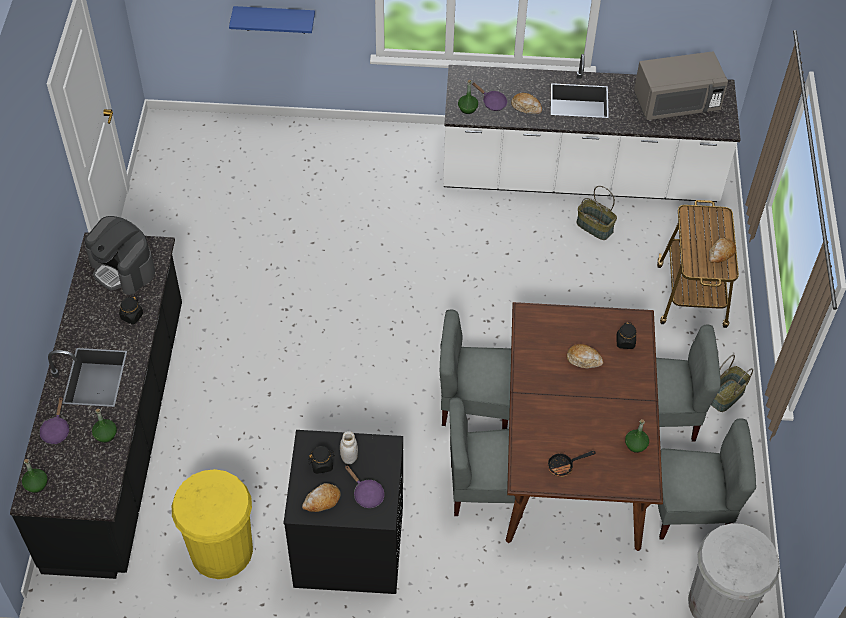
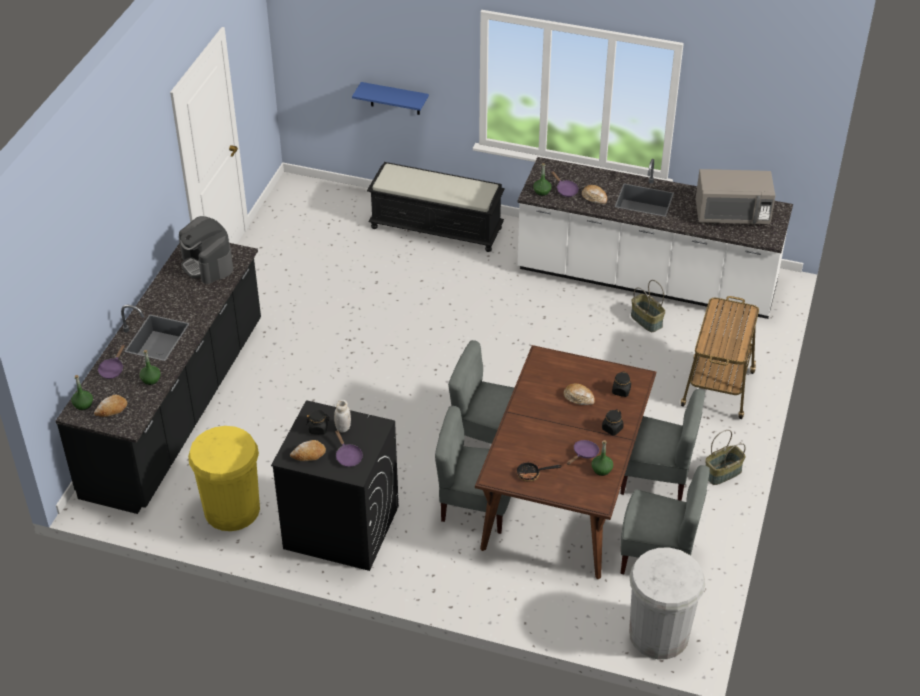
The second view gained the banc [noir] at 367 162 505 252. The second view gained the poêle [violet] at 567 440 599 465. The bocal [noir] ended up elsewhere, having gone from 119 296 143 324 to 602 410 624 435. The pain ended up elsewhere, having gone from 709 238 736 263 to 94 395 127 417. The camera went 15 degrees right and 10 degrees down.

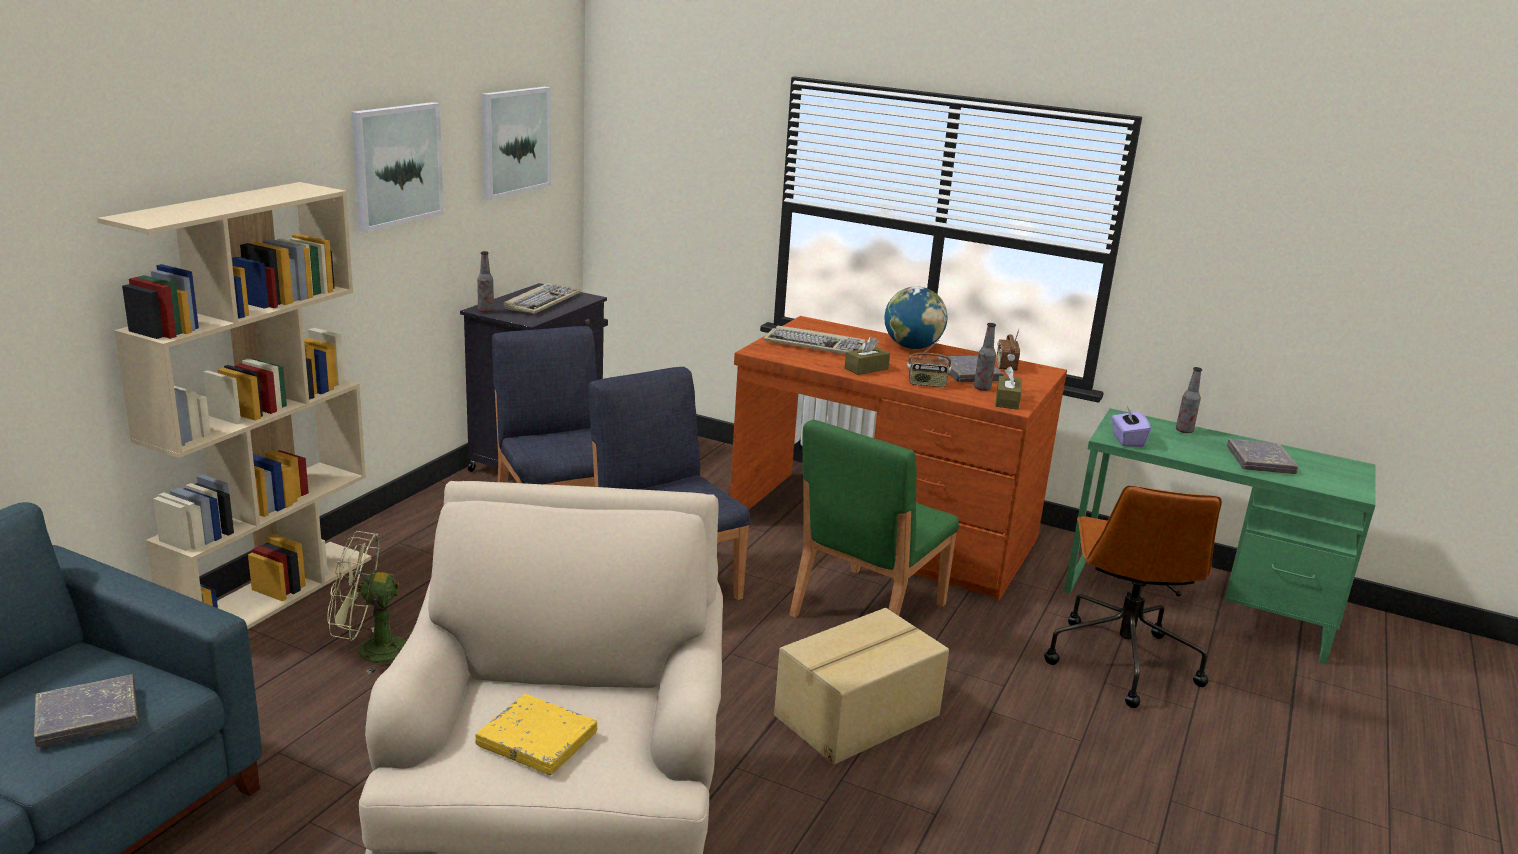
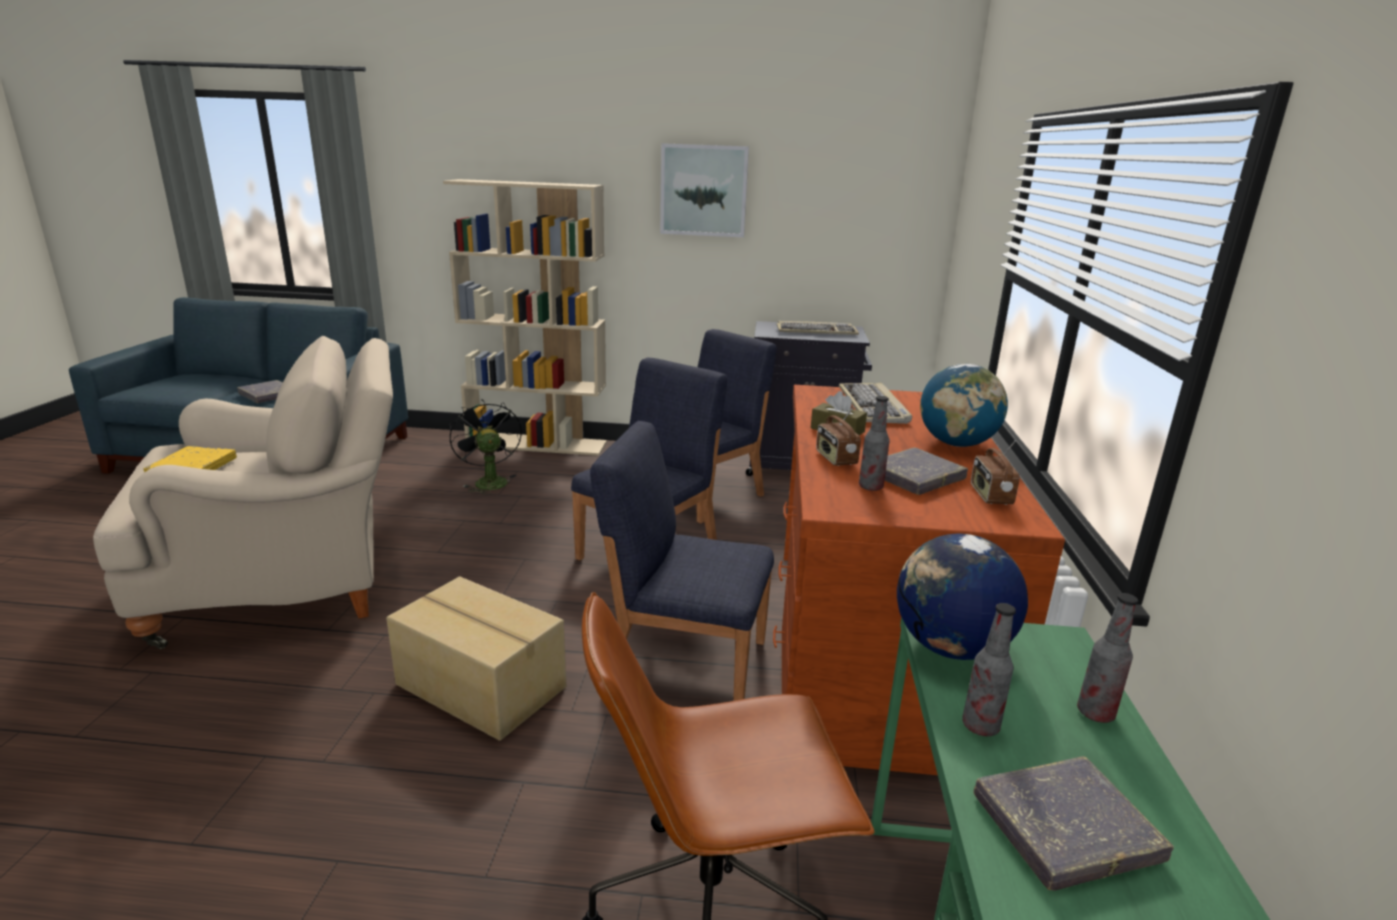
The second view lost the tableau at 481 87 551 200. The second view lost the boîte à mouchoirs [marron] at 995 366 1022 410. The bouteille ended up elsewhere, having gone from 477 251 494 313 to 962 603 1016 736. Where the boîte à mouchoirs [violet] stood at 1112 406 1151 447, the globe came to stand at 897 534 1028 660. What was the ventilateur [vert] at 327 531 406 674 turned into the ventilateur [noir] at 449 399 522 495. What was the chaise [vert] at 789 420 959 618 turned into the chaise [bleu] at 590 421 774 701. The radio at 996 328 1020 371 ended up facing another way, 75 degrees counterclockwise from before. The camera went 70 degrees right and 0 degrees up.

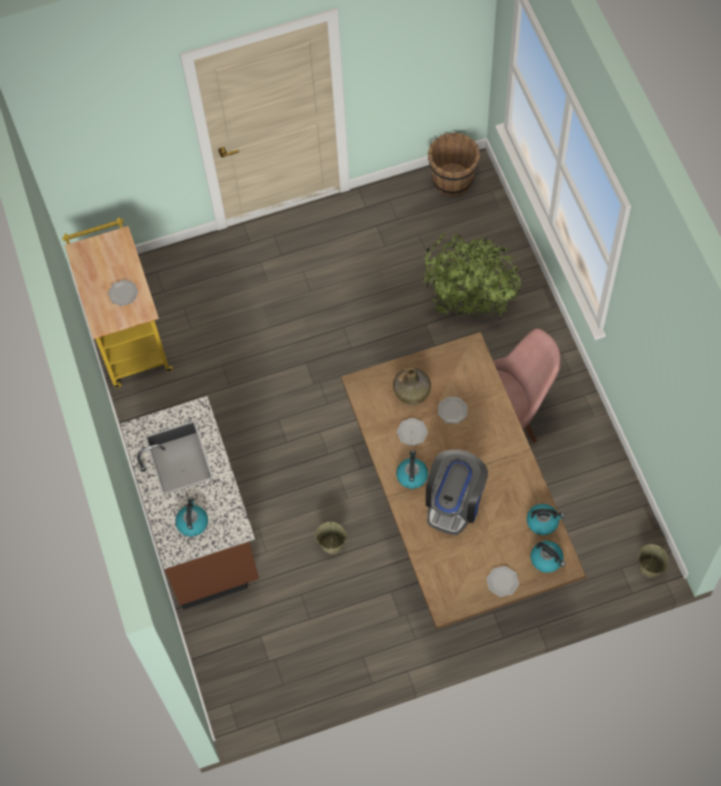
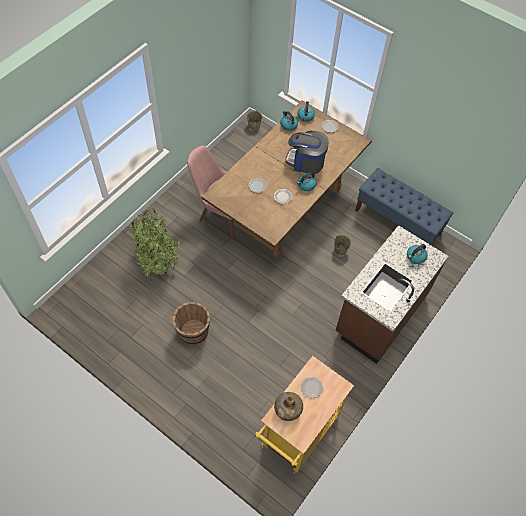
The second view gained the banc [bleu] at 355 168 453 245. The bouteille [vert] ended up elsewhere, having gone from 393 367 431 405 to 274 392 303 421. The seau [marron] ended up elsewhere, having gone from 428 132 480 196 to 172 302 210 345. The machine à café at 426 450 488 535 ended up facing another way, 150 degrees counterclockwise from before. The camera went 130 degrees left and 5 degrees down.

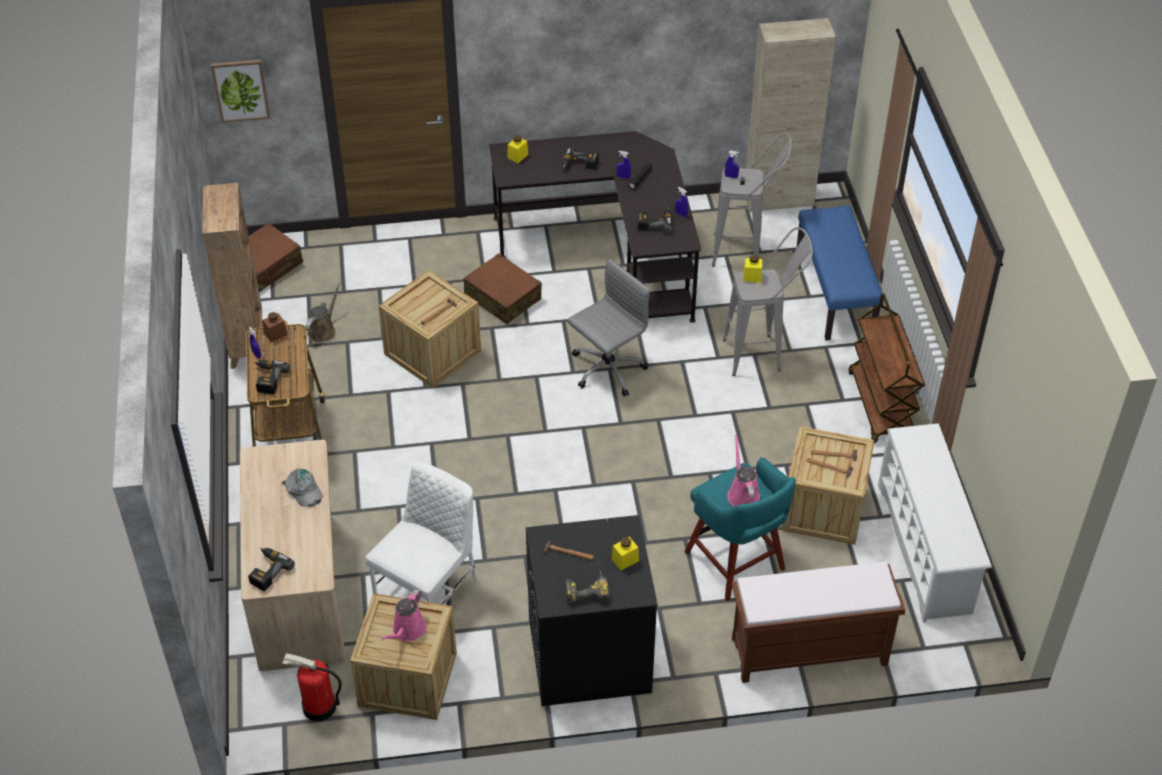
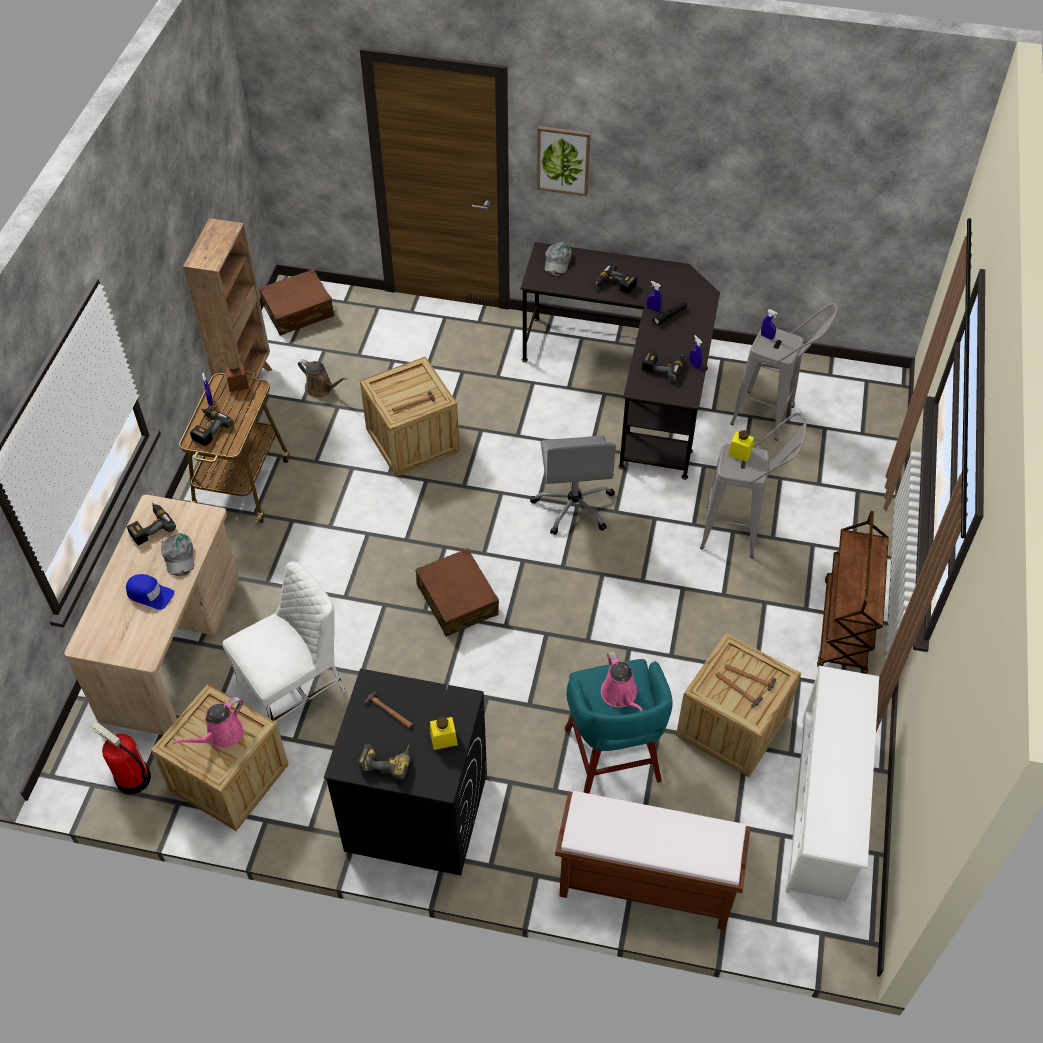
The second view lost the meuble de rangement [beige] at 746 18 836 213. The second view lost the banc [bleu] at 797 205 884 340. The second view gained the casquette [bleu] at 126 574 174 610. The tableau ended up elsewhere, having gone from 211 60 270 123 to 537 126 591 196. The perceuse ended up elsewhere, having gone from 248 548 295 591 to 127 503 176 546. The valise [marron] ended up elsewhere, having gone from 464 253 542 324 to 415 548 499 637. Where the bocal [jaune] stood at 507 135 528 163, the casquette [gris] came to stand at 544 242 572 276. The arrosoir [marron] at 305 282 341 342 ended up facing another way, 75 degrees clockwise from before. The chaise de bureau [gris] at 567 258 650 397 ended up facing another way, 105 degrees clockwise from before. The arrosoir [rose] at 727 435 760 506 ended up facing another way, 150 degrees clockwise from before. The camera went 20 degrees right and 5 degrees up.

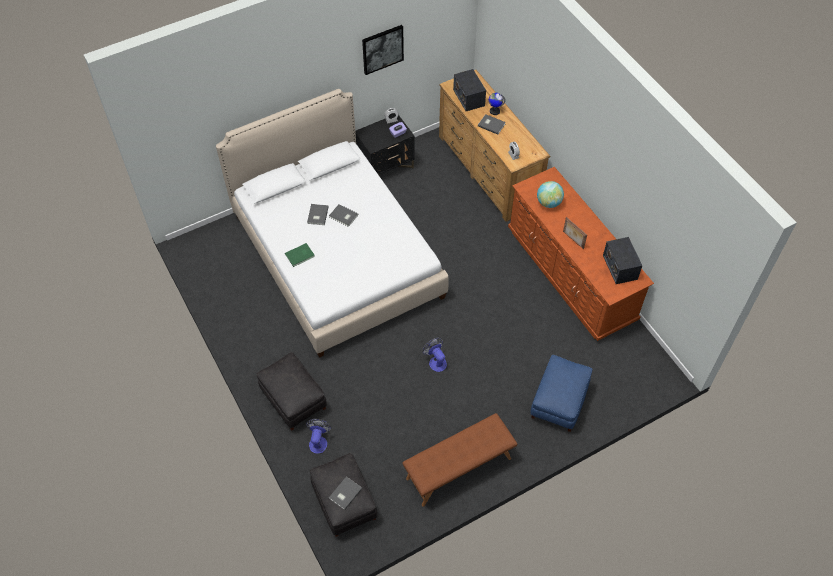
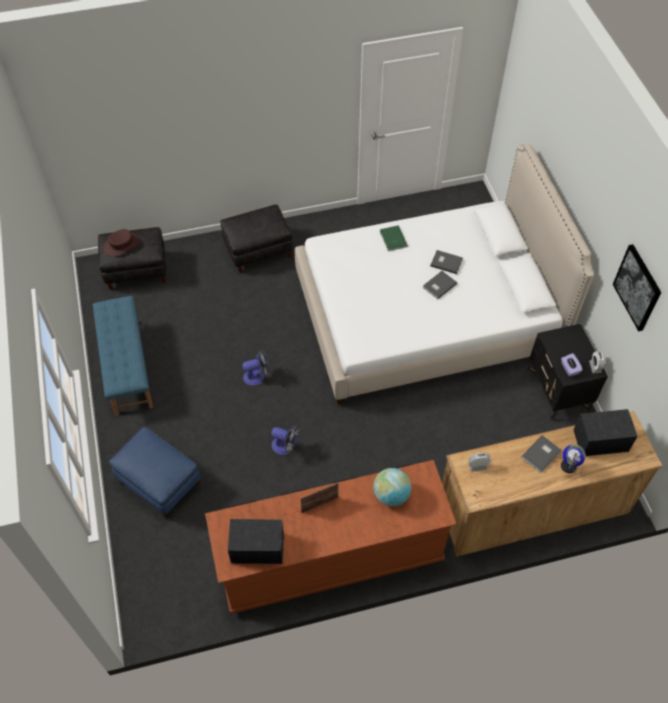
The ventilateur ended up elsewhere, having gone from 306 419 331 454 to 271 425 300 455. Where the livre [gris] stood at 329 477 362 510, the chapeau [marron] came to stand at 104 229 140 257. What was the banc [marron] at 403 413 517 507 turned into the banc [bleu] at 93 296 153 416. The camera went 105 degrees right and 0 degrees up.

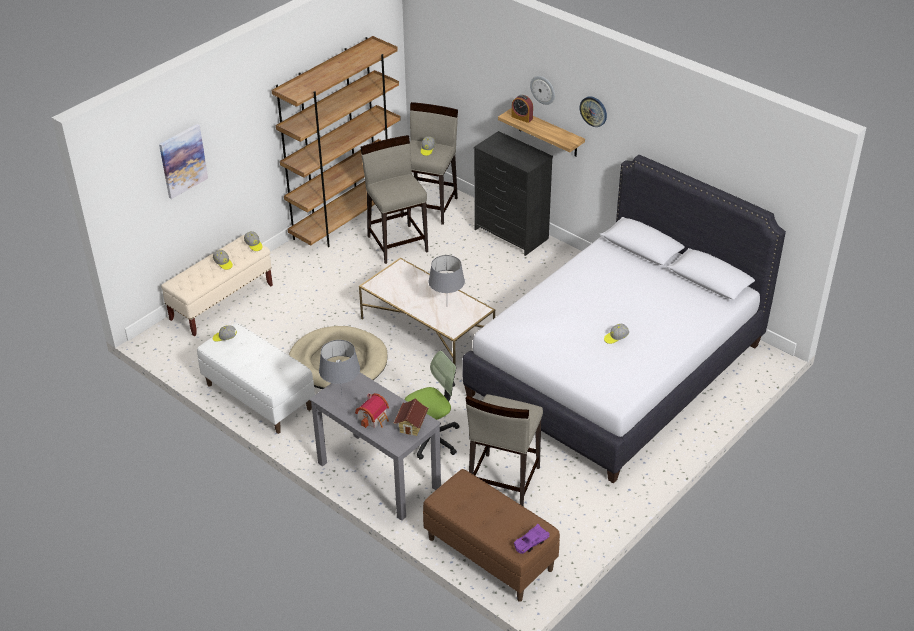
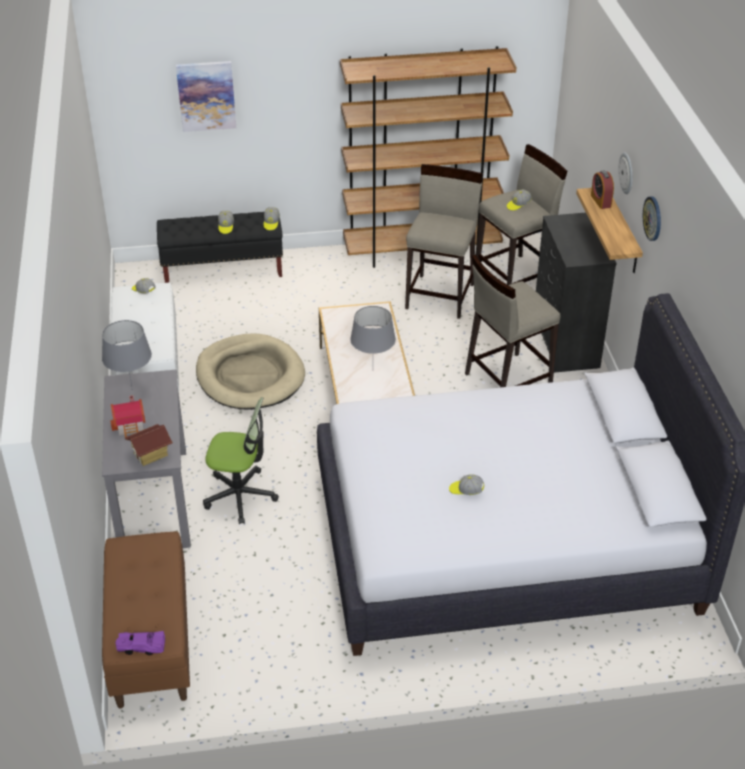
The tabouret [beige] ended up elsewhere, having gone from 465 394 543 506 to 465 254 560 387. What was the banc [beige] at 161 235 273 336 turned into the banc [noir] at 157 212 283 283. The camera went 40 degrees right and 0 degrees up.

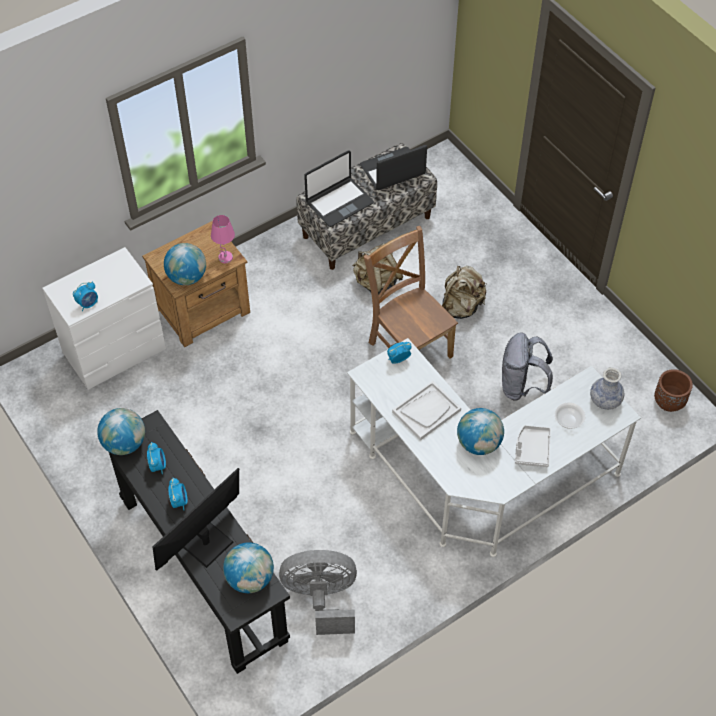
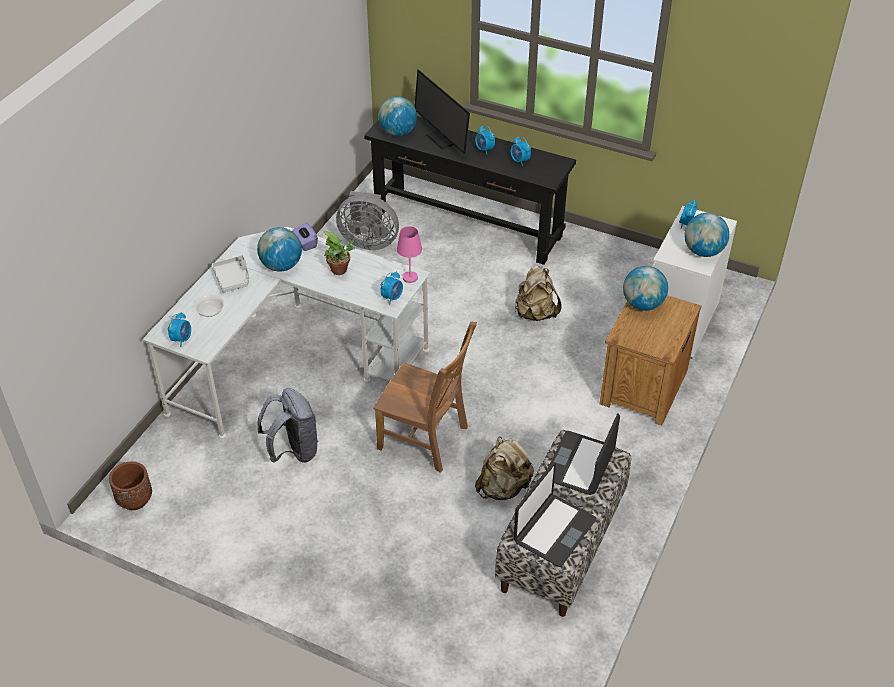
The second view gained the boîte à mouchoirs [violet] at 292 223 318 251. The globe ended up elsewhere, having gone from 97 408 145 455 to 684 213 729 257. The lampe de table [rose] ended up elsewhere, having gone from 211 215 235 263 to 397 226 422 283. The sac à dos [beige] ended up elsewhere, having gone from 442 266 486 319 to 515 265 562 321. Where the plateau [blanc] stood at 392 381 461 440, the plante en pot came to stand at 323 231 355 275. Where the vase stood at 590 367 624 410, the réveil came to stand at 168 312 191 347. The écran d'ordinateur at 153 468 239 571 ended up facing another way, 135 degrees clockwise from before. The ventilateur [gris] at 279 550 357 635 ended up facing another way, 45 degrees clockwise from before. The camera went 150 degrees right and 10 degrees down.

